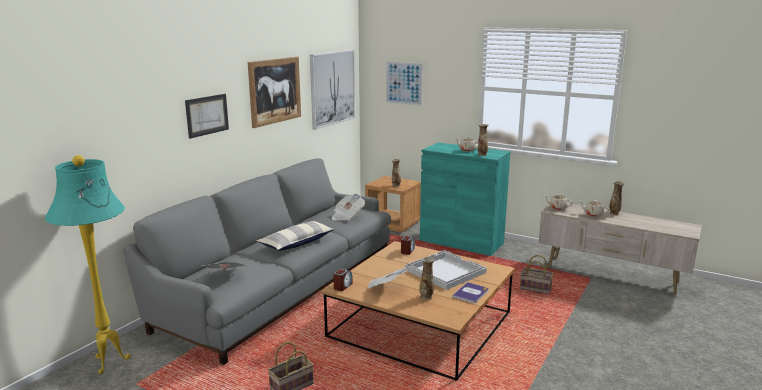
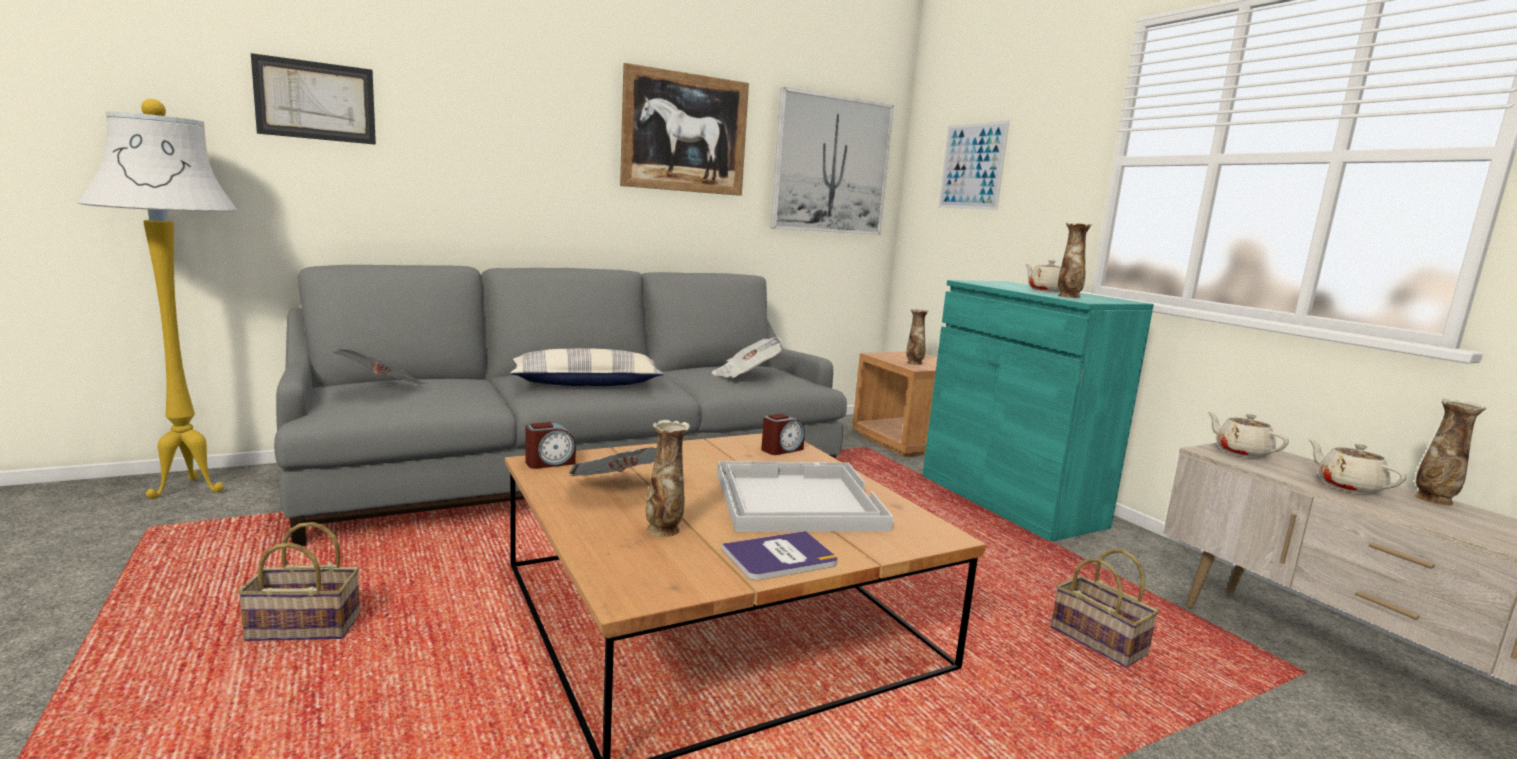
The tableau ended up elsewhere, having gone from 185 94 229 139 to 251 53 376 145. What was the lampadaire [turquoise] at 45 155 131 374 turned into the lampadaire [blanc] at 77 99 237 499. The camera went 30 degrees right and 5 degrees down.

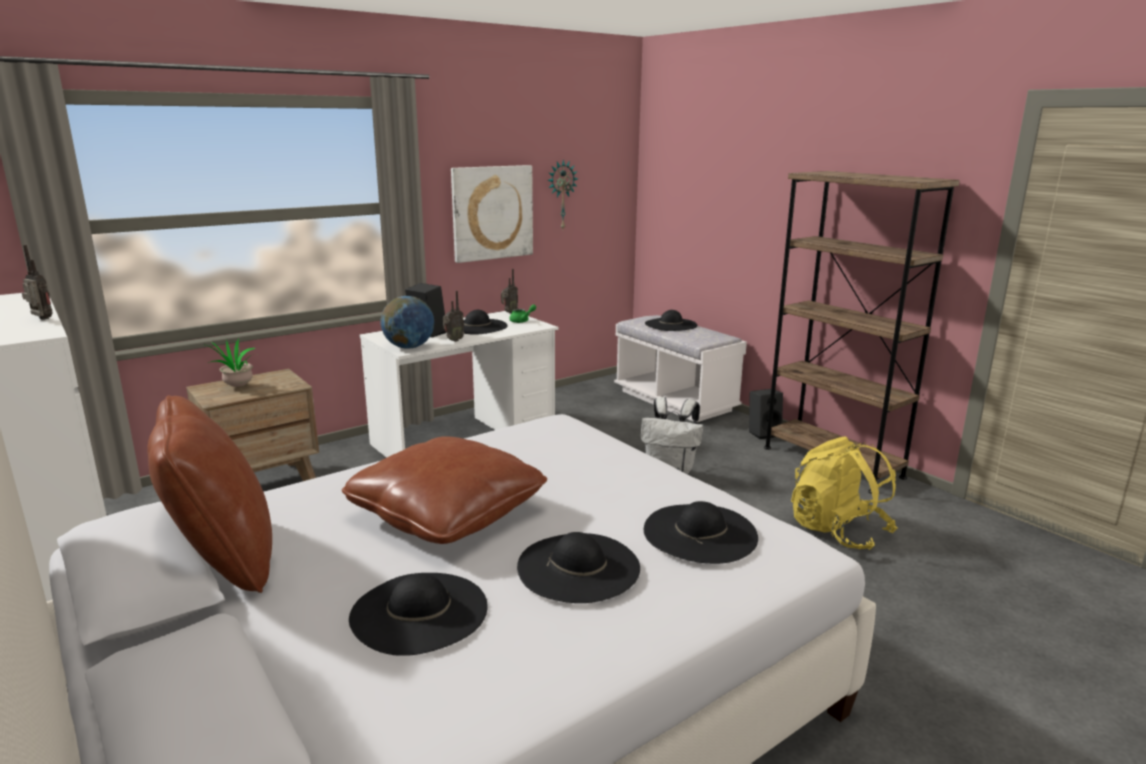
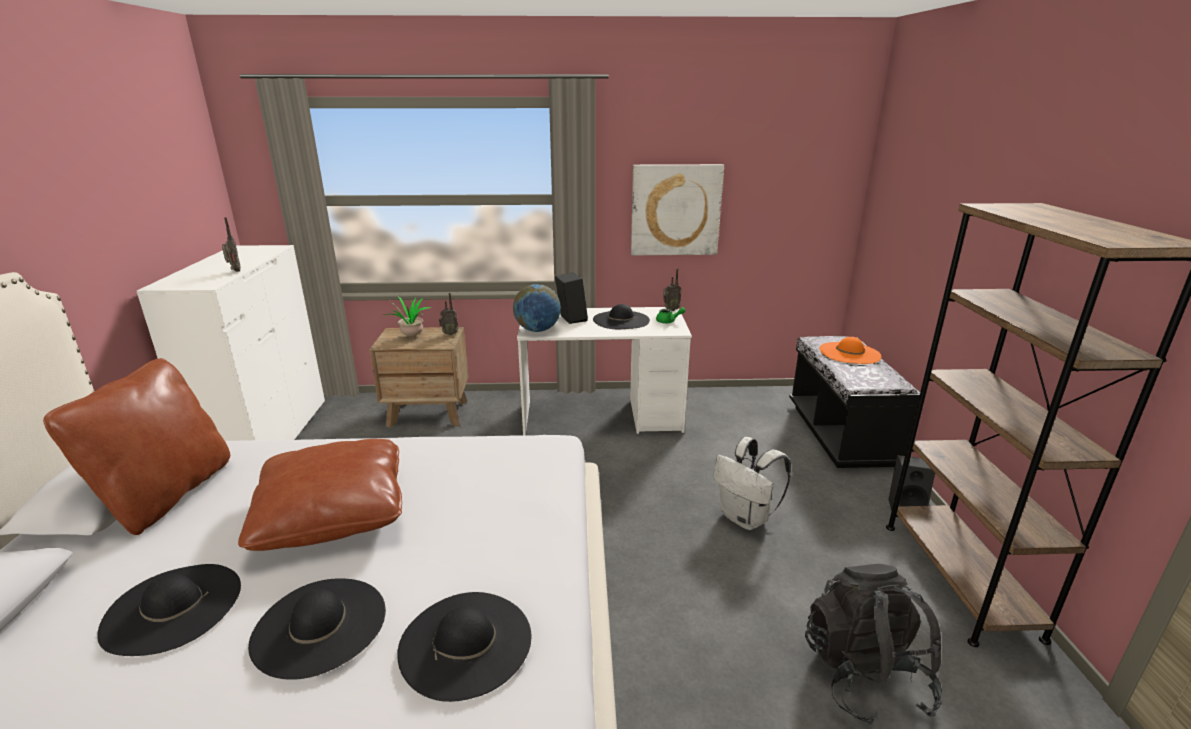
The second view lost the horloge murale at 547 159 578 229. The radio ended up elsewhere, having gone from 443 291 465 342 to 439 293 458 335. What was the banc [blanc] at 614 315 747 422 turned into the banc [noir] at 789 336 920 468. What was the chapeau [noir] at 645 310 697 331 turned into the chapeau [orange] at 820 337 881 364. What was the sac à dos [jaune] at 791 437 898 550 turned into the sac à dos [noir] at 805 564 942 725. The camera went 35 degrees right and 5 degrees up.

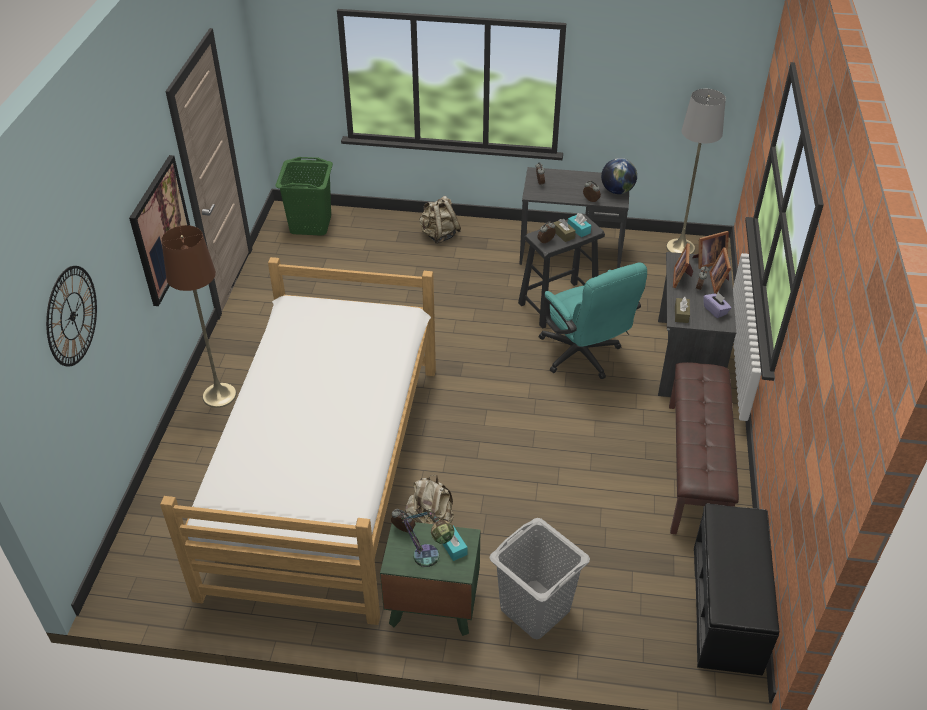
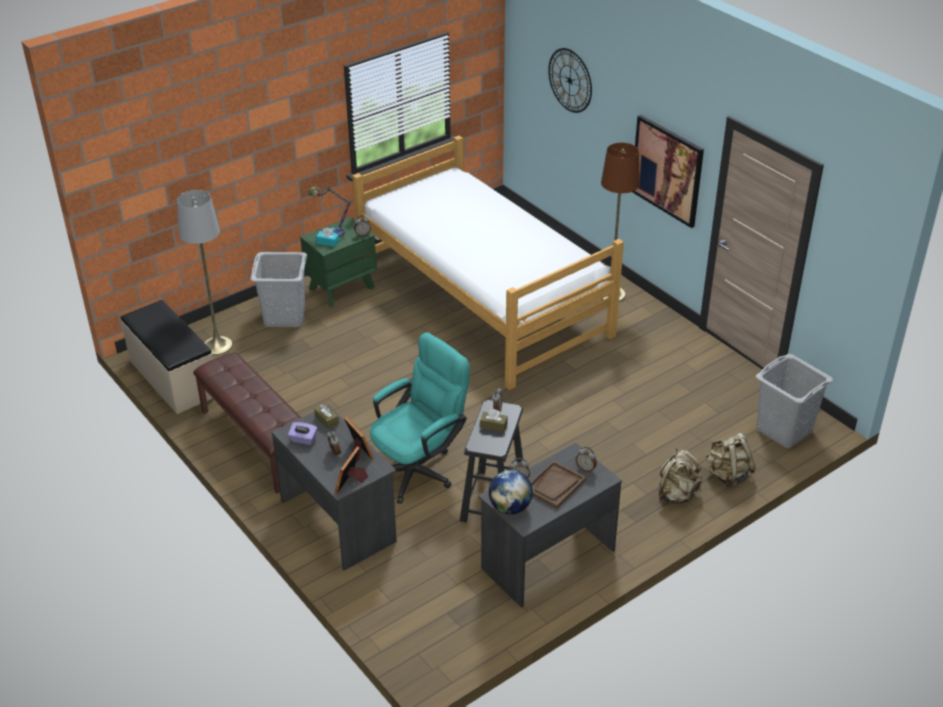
The second view lost the boîte à mouchoirs [turquoise] at 568 213 591 237. The second view lost the cadre photo at 709 247 731 294. The second view gained the plateau [marron] at 531 460 586 509. The sac à dos [beige] ended up elsewhere, having gone from 405 475 454 524 to 706 433 756 487. The lampadaire [gris] ended up elsewhere, having gone from 666 89 726 254 to 177 190 233 355. What was the panier à linge [vert] at 275 157 333 236 turned into the panier à linge [gris] at 756 354 833 448. What was the banc [noir] at 694 503 779 676 turned into the banc [beige] at 121 300 213 414. The chaise de bureau [turquoise] at 539 263 647 379 ended up facing another way, 120 degrees clockwise from before. The camera went 135 degrees right and 5 degrees down.

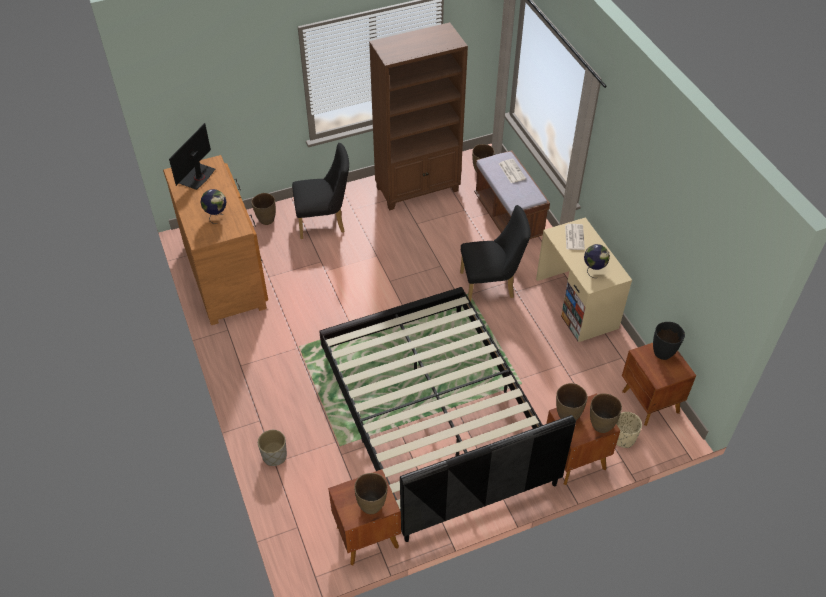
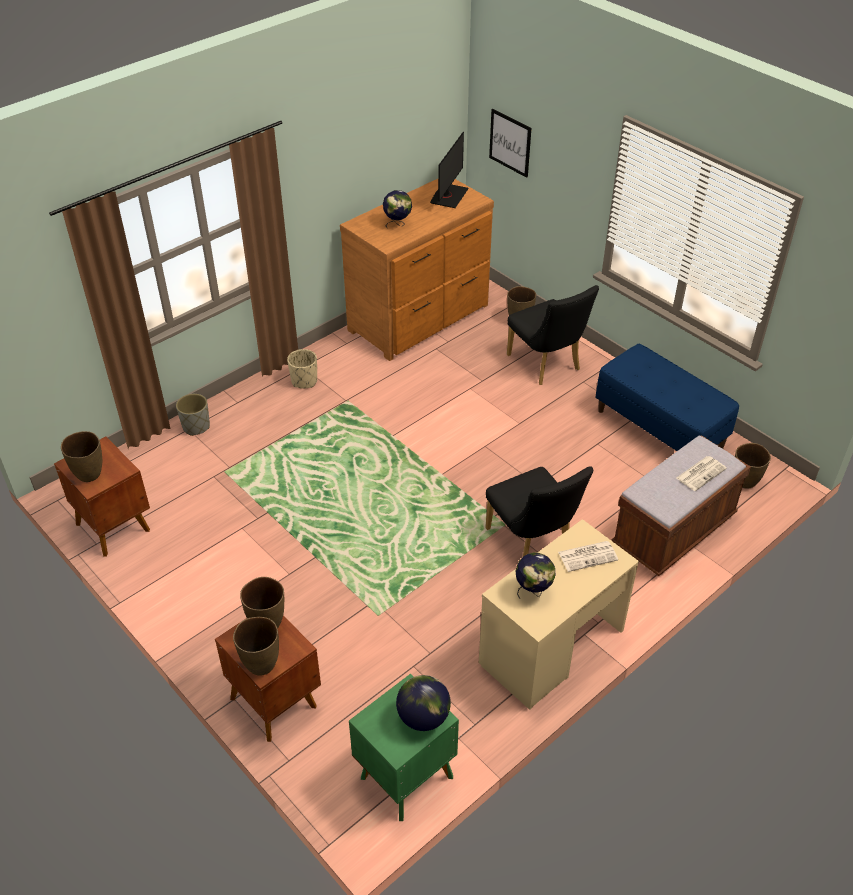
The second view lost the lit [noir] at 319 287 576 542. The second view gained the tableau at 489 109 532 178. The cache-pot [beige] ended up elsewhere, having gone from 616 412 642 448 to 287 349 317 389. Where the bibliothèque [marron] stood at 369 22 468 210, the banc [bleu] came to stand at 595 344 739 451. Where the vase [noir] stood at 653 322 685 360, the globe came to stand at 396 675 451 731. What was the table de chevet [marron] at 622 343 696 426 turned into the table de chevet [vert] at 349 674 459 821. The écran d'ordinateur at 169 123 215 190 ended up facing another way, 105 degrees clockwise from before. The camera went 70 degrees right and 5 degrees down.

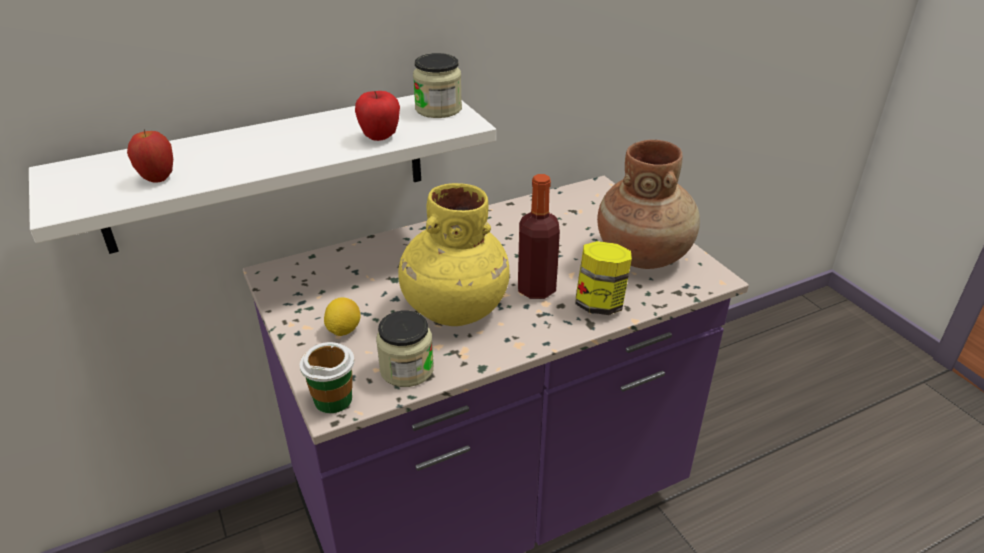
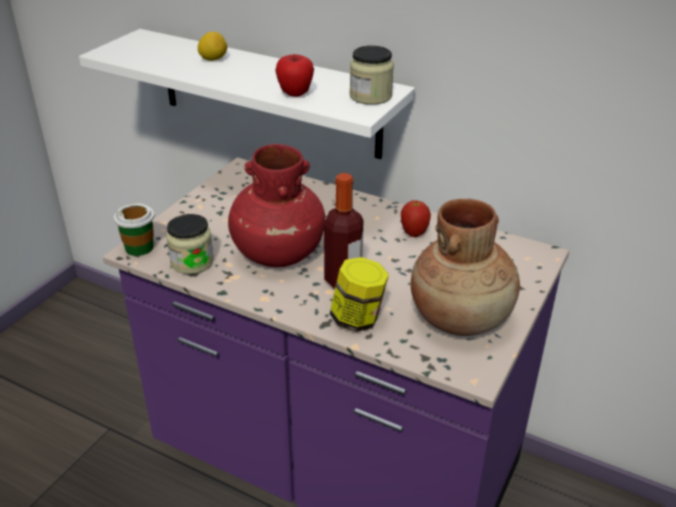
The pomme ended up elsewhere, having gone from 127 129 173 183 to 401 200 431 237. The citron ended up elsewhere, having gone from 324 298 361 336 to 198 32 227 61. What was the vase [jaune] at 398 183 510 326 turned into the vase [rouge] at 228 144 325 267. The camera went 55 degrees right and 0 degrees up.

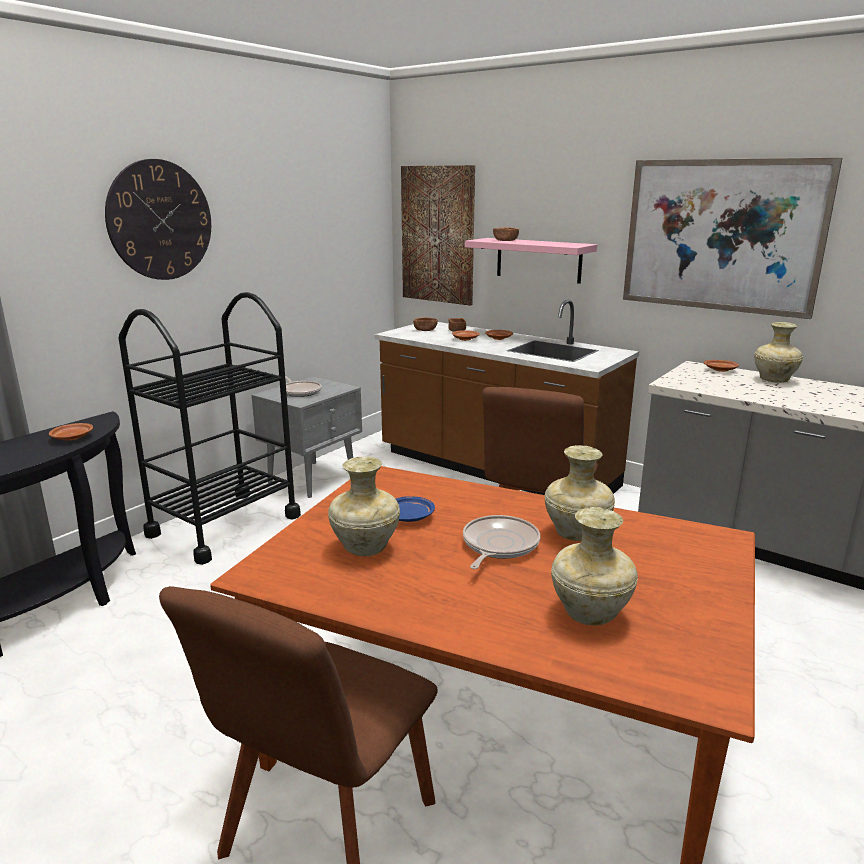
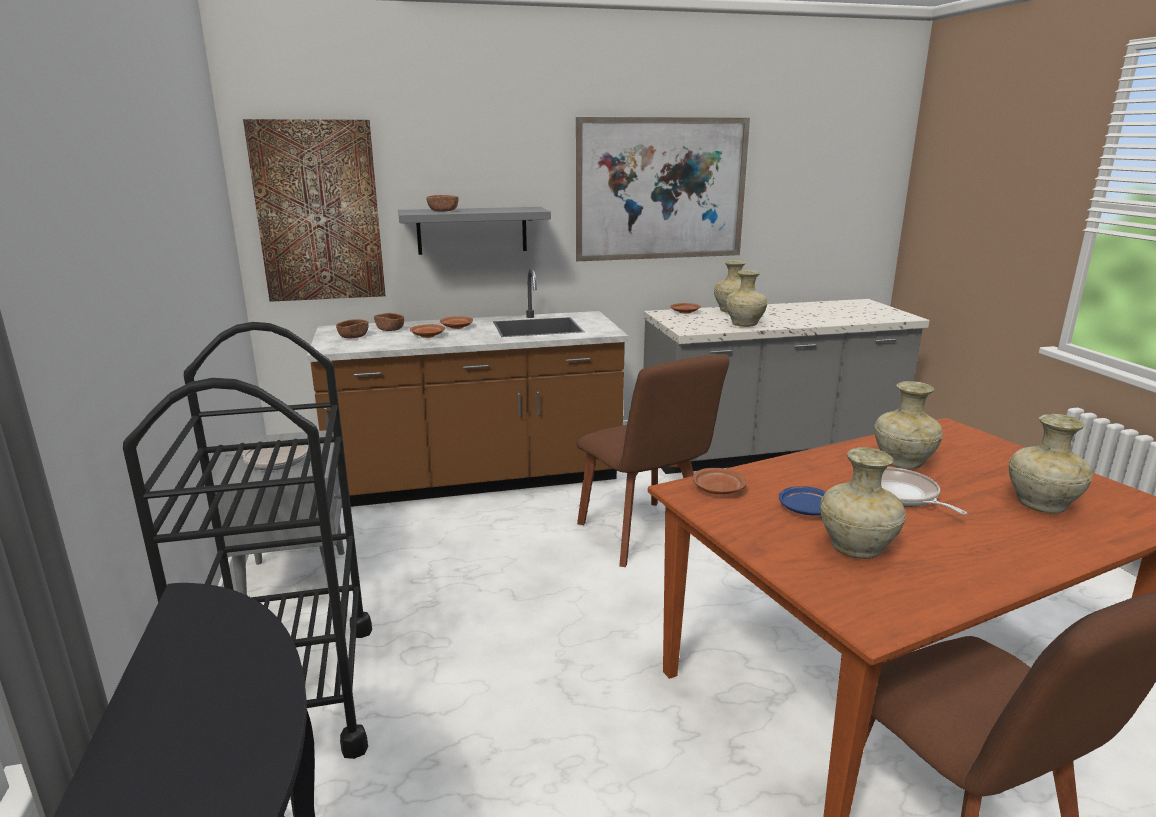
The second view lost the horloge murale at 105 159 211 280. The second view gained the vase [beige] at 726 270 768 327. The assiette [marron] ended up elsewhere, having gone from 49 423 93 441 to 693 468 746 494. What was the étagère [rose] at 465 238 597 284 turned into the étagère [gris] at 398 207 551 255. The camera went 50 degrees left and 0 degrees up.

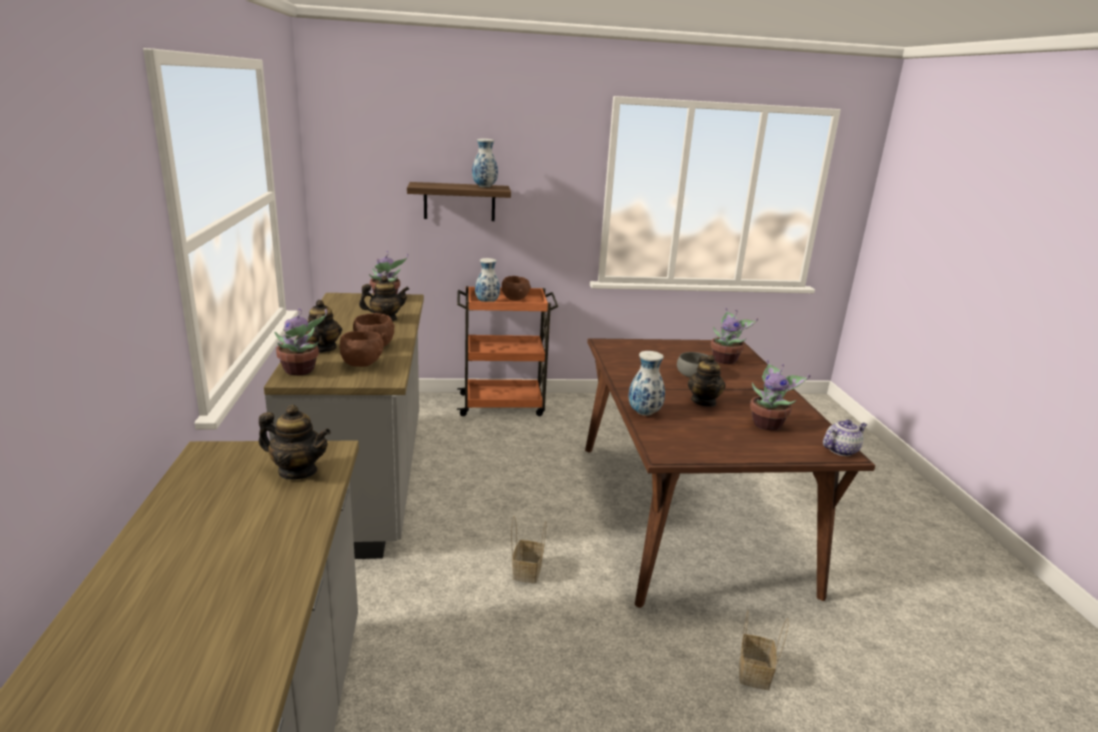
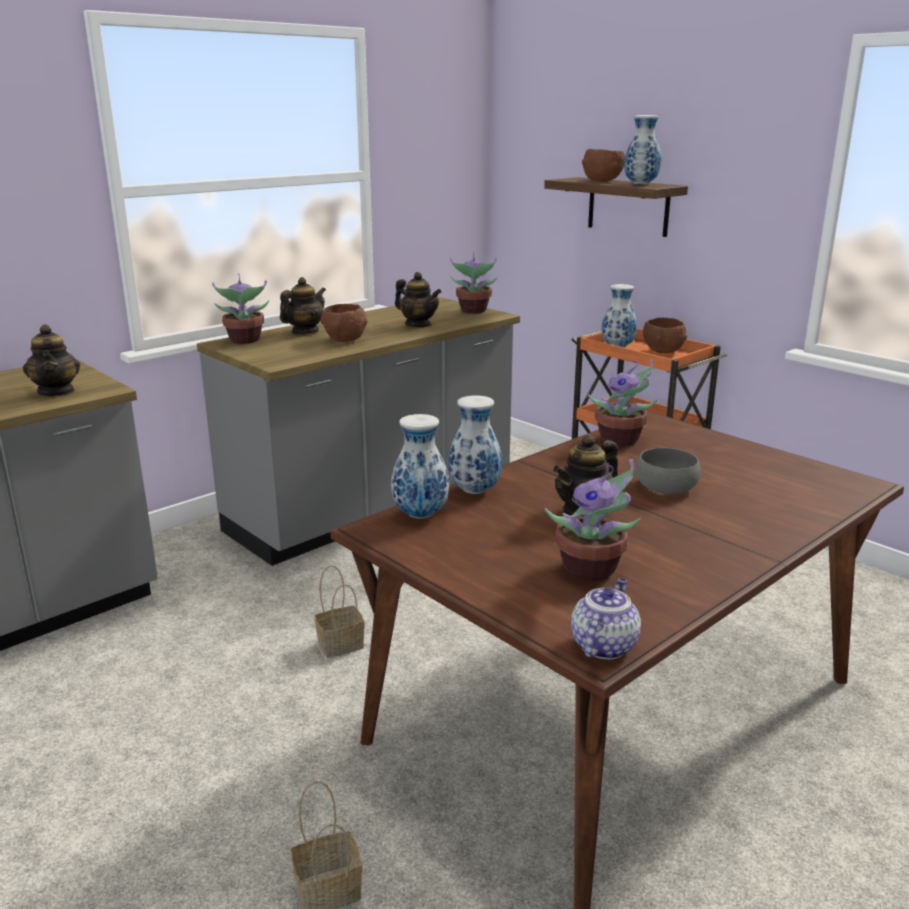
The second view gained the vase at 391 414 449 519. The bol [marron] ended up elsewhere, having gone from 340 331 384 367 to 582 149 625 182. The plante en pot ended up elsewhere, having gone from 711 308 758 364 to 588 360 657 446. The théière at 823 420 867 456 ended up facing another way, 90 degrees counterclockwise from before. The camera went 55 degrees right and 0 degrees up.

